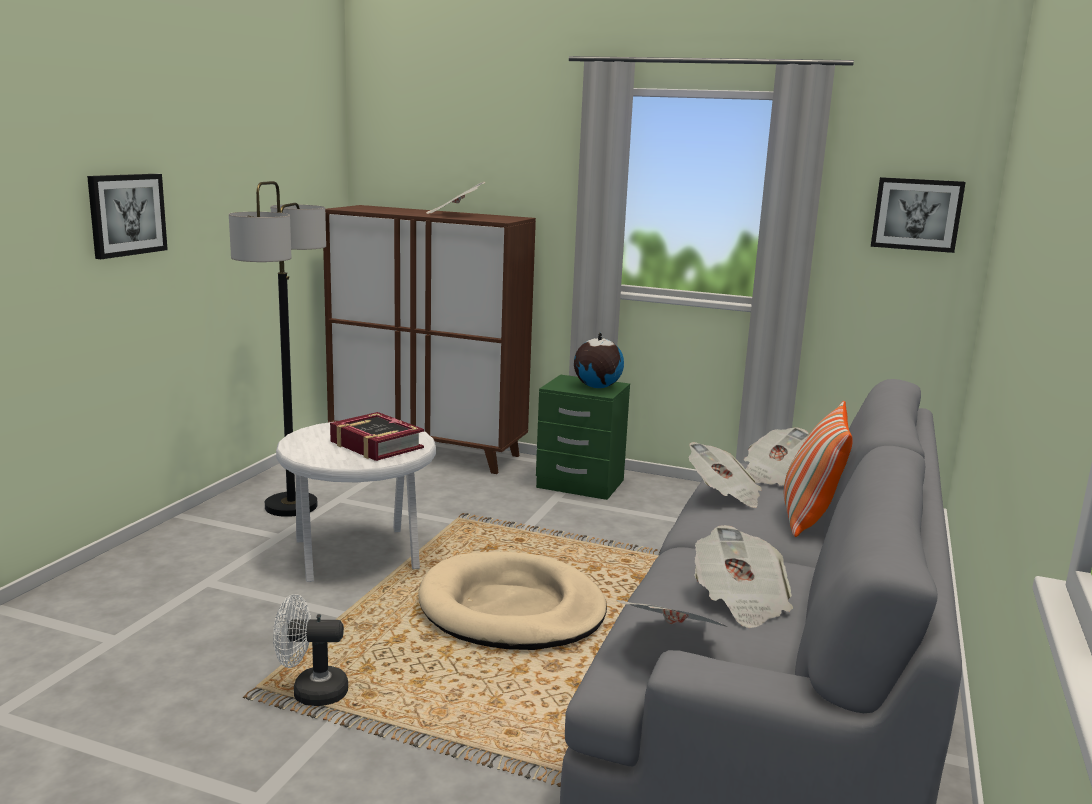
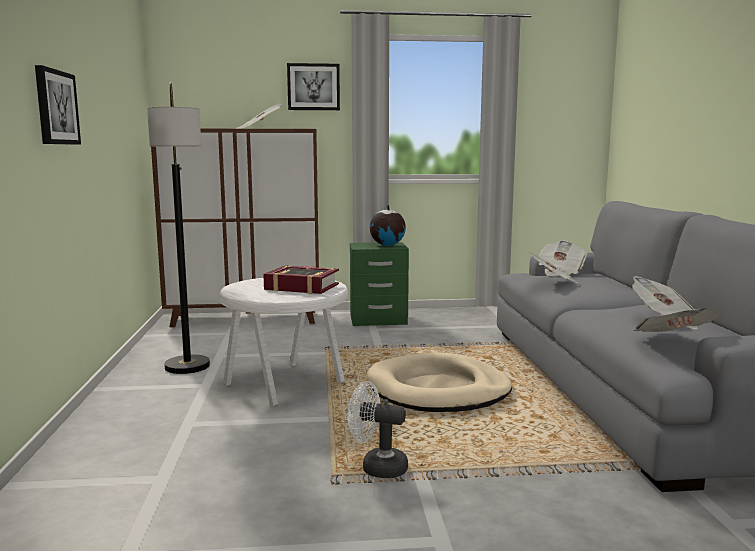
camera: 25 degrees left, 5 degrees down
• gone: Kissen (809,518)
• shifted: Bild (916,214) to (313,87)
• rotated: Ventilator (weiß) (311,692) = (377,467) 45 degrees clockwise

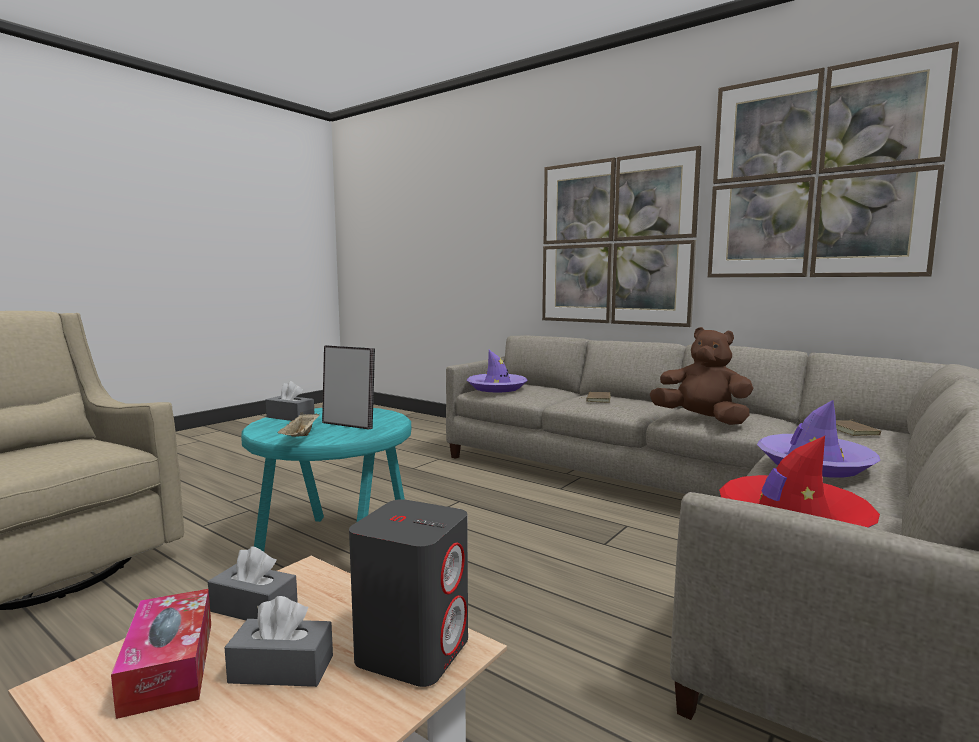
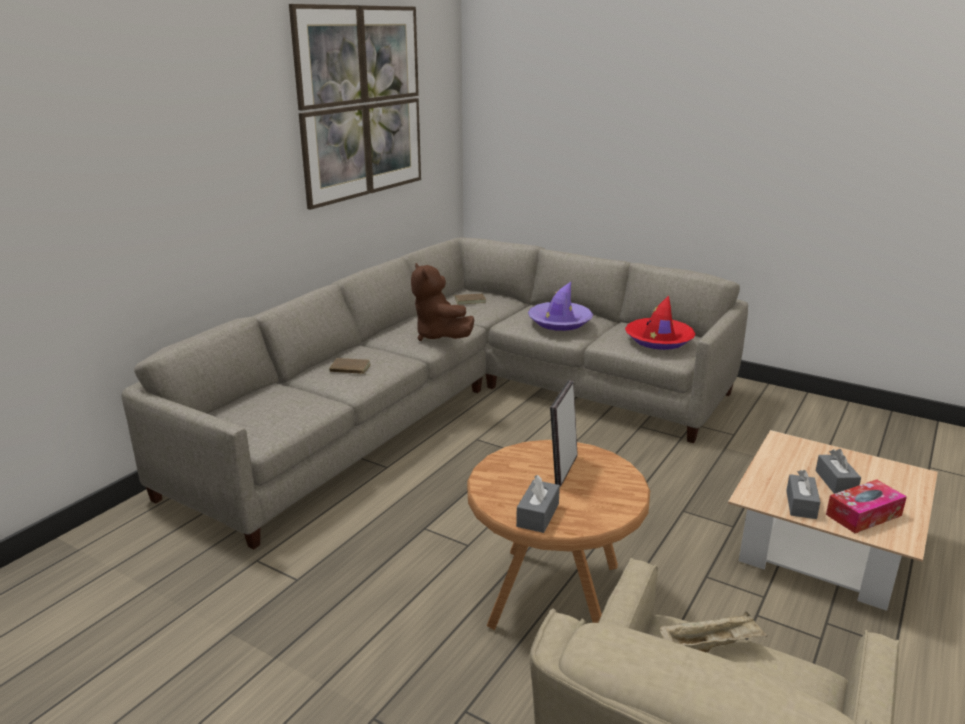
camera: 95 degrees left, 15 degrees up
• gone: Lautsprecher (grau) (413,650)
• gone: Hut (lila) (497,388)
• gone: Bild (614,242)
• shifted: Tablett (beige) (301,437) to (710,645)
• repainted: Beistelltisch (türkis) (334,545) to Beistelltisch (braun) (553,598)
• rotated: Plüschtier (braun) (702,419) = (439,336) 60 degrees counterclockwise

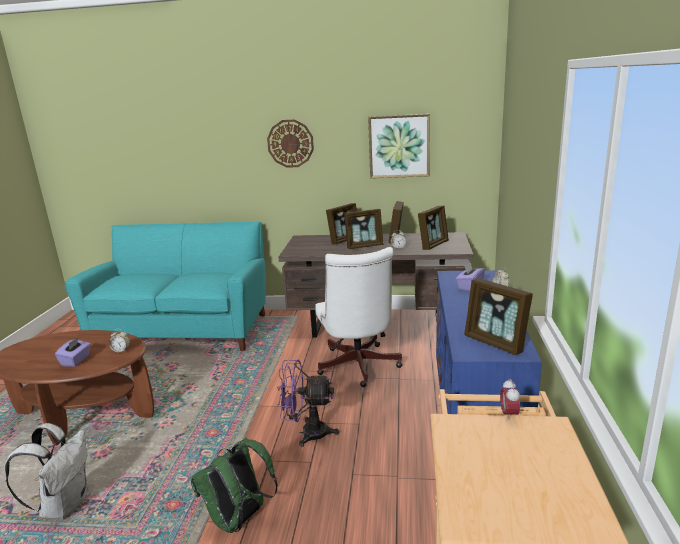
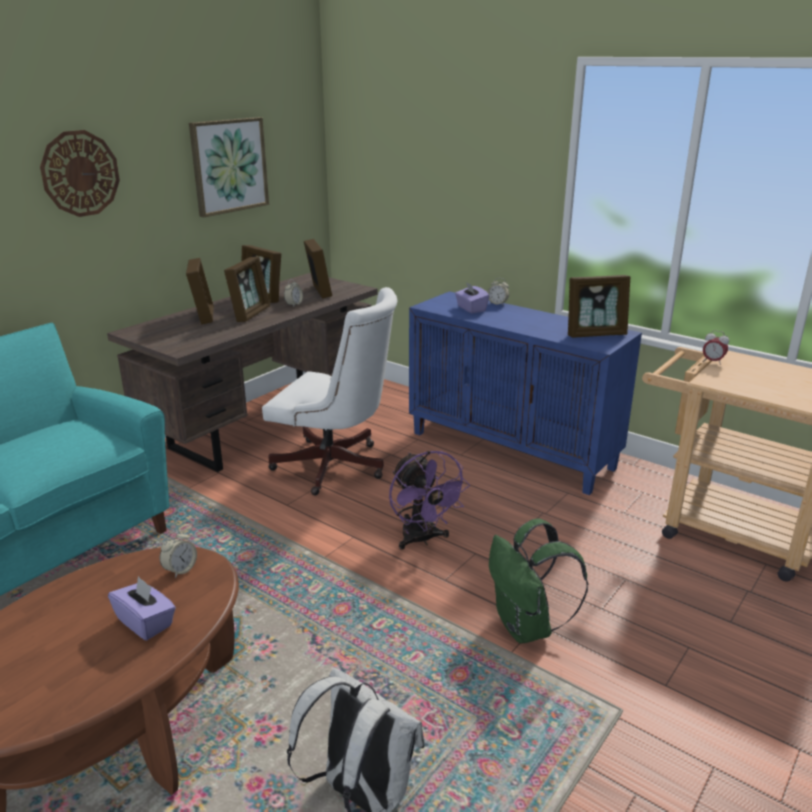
camera: 60 degrees left, 5 degrees up
• rotated: Ventilator (lila) (307,433) = (422,539) 60 degrees counterclockwise

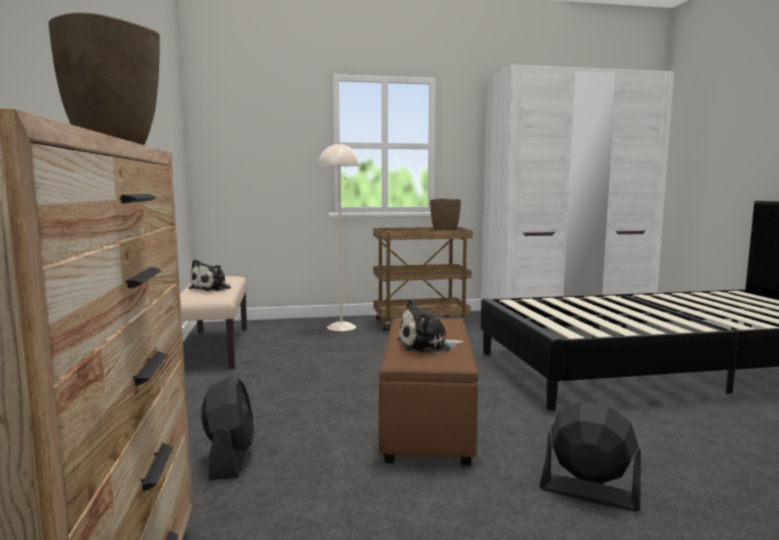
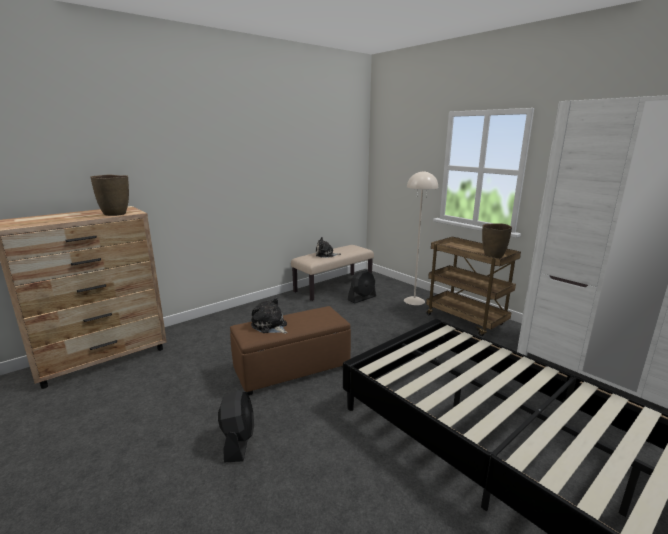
camera: 60 degrees right, 10 degrees up
• shifted: Ventilator (schwarz) (230,458) to (362,298)

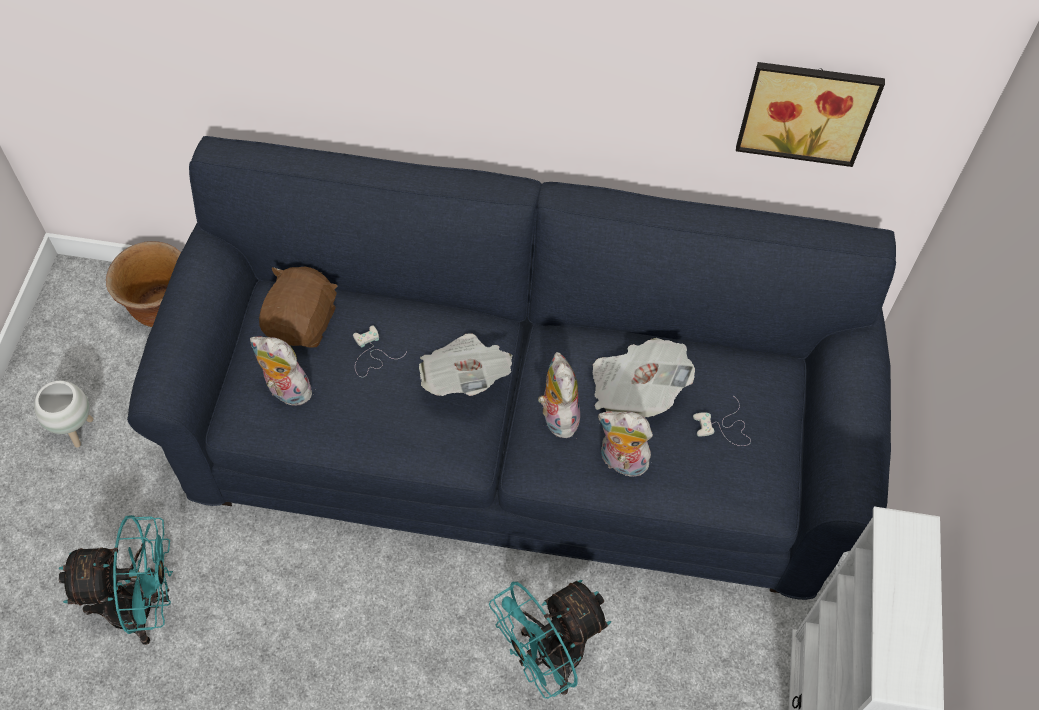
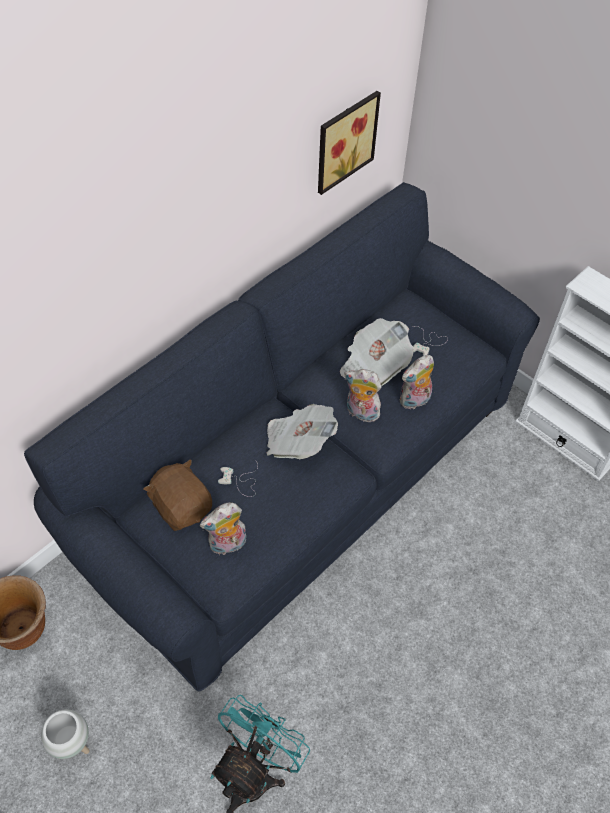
camera: 55 degrees left, 5 degrees down
• gone: Ventilator (türkis) (548,658)

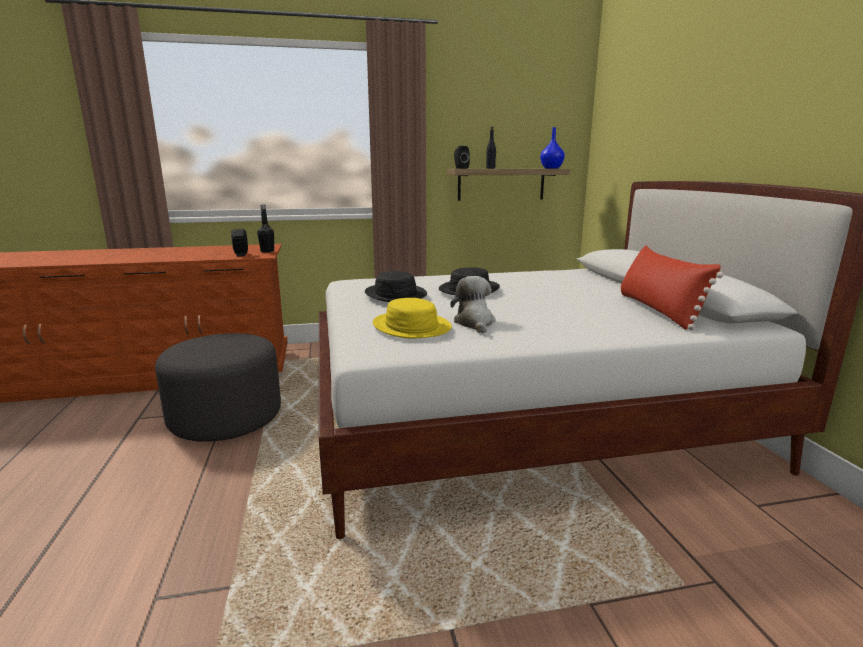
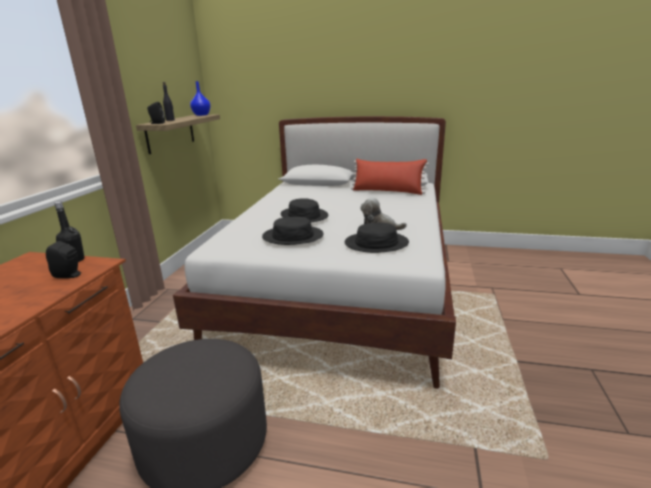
camera: 65 degrees left, 5 degrees up
• repainted: Hut (gelb) (411,326) to Hut (schwarz) (376,243)

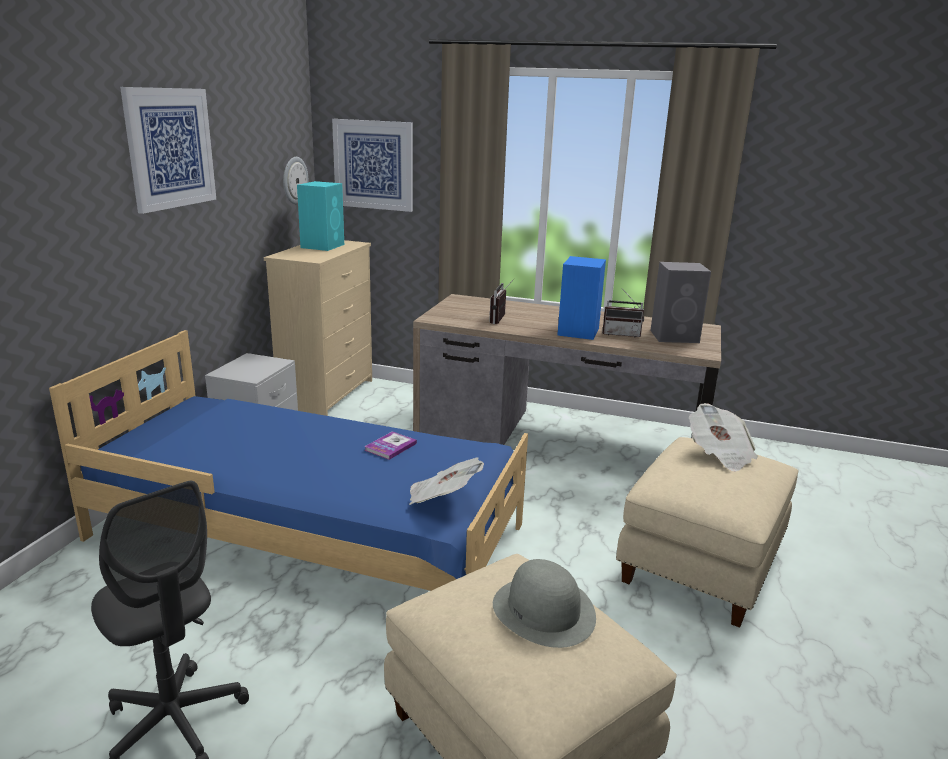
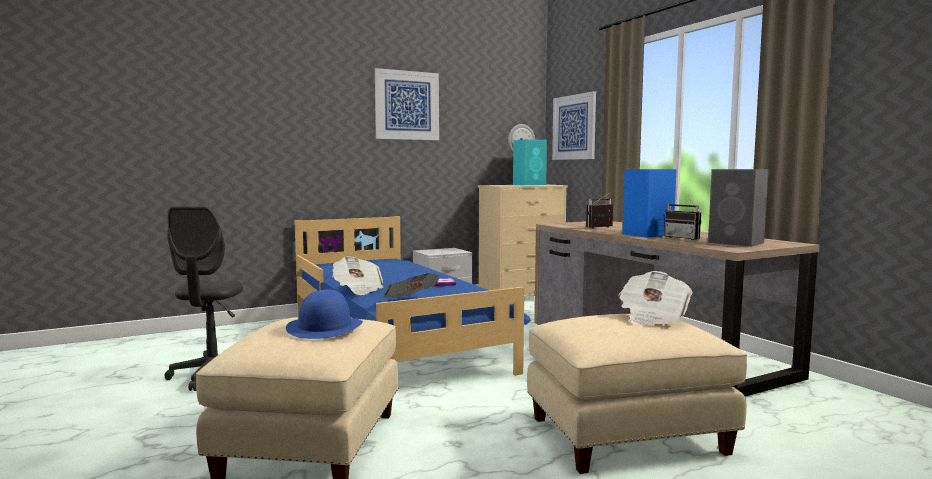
camera: 45 degrees right, 15 degrees down
• new: Zeitung (358,289)
• repainted: Hut (grau) (544,611) to Hut (blau) (325,327)

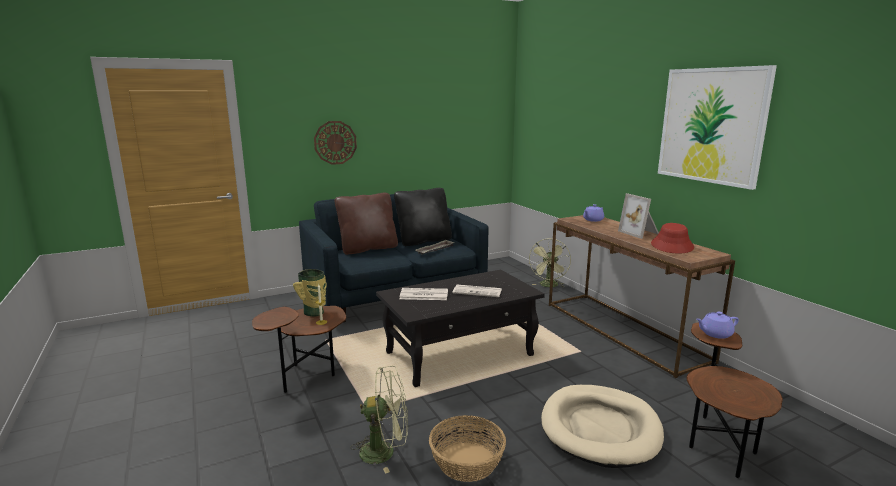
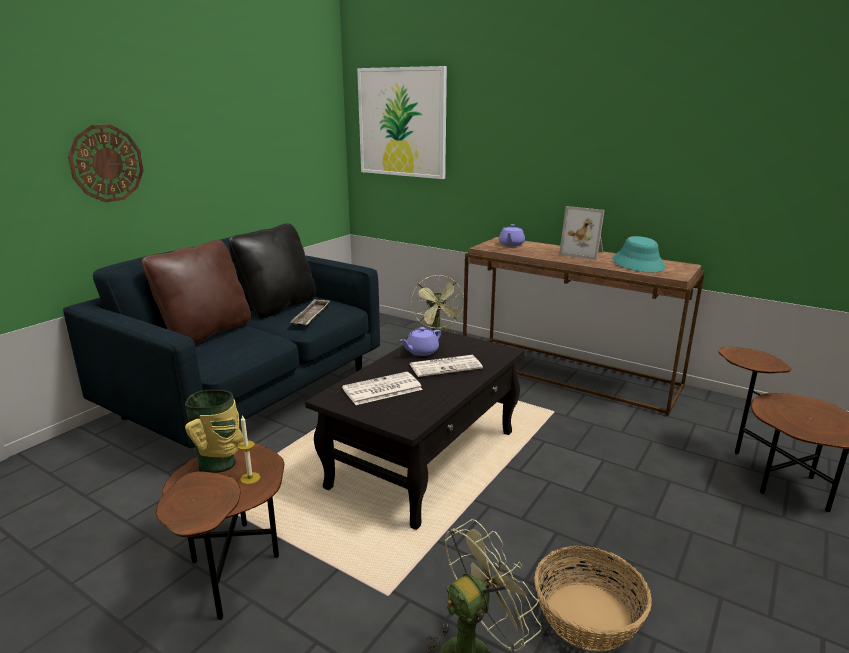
camera: 30 degrees left, 5 degrees up
• gone: Hundebett (beige) (600,428)
• shifted: Bild (711,125) to (402,122)
• shifted: Teekanne (lila) (715,334) to (421,352)
• repainted: Hut (rot) (672,246) to Hut (türkis) (638,264)

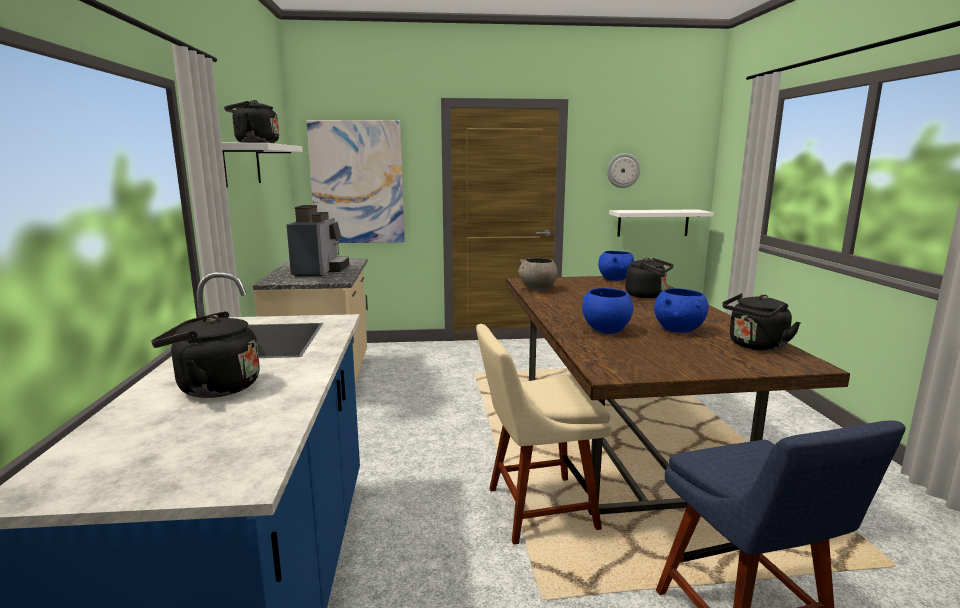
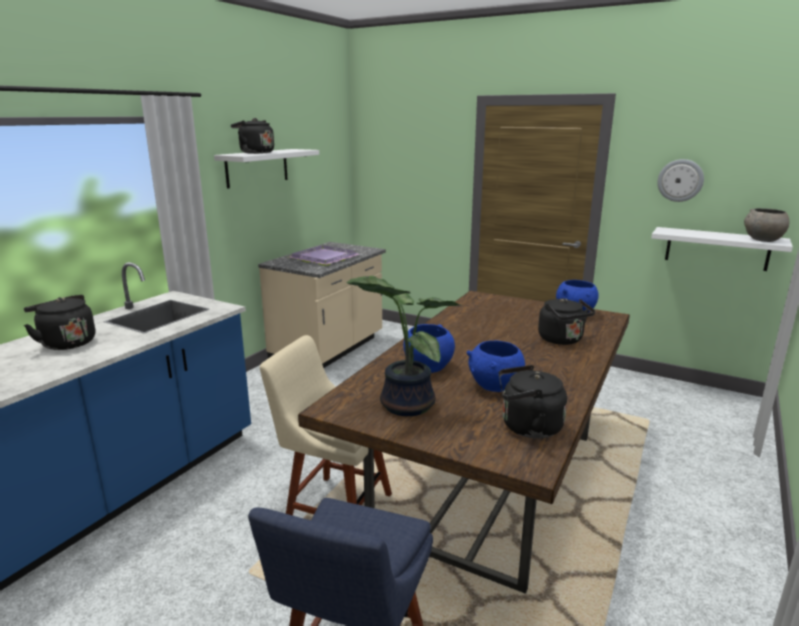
camera: 35 degrees right, 5 degrees up
• gone: Bild (357,183)
• new: Topfpflanze (403,404)
• shifted: Schüssel (grau) (537,289) to (762,240)
• swapped: Kaffeemaschine (320,271) to Tablett (lila) (324,257)

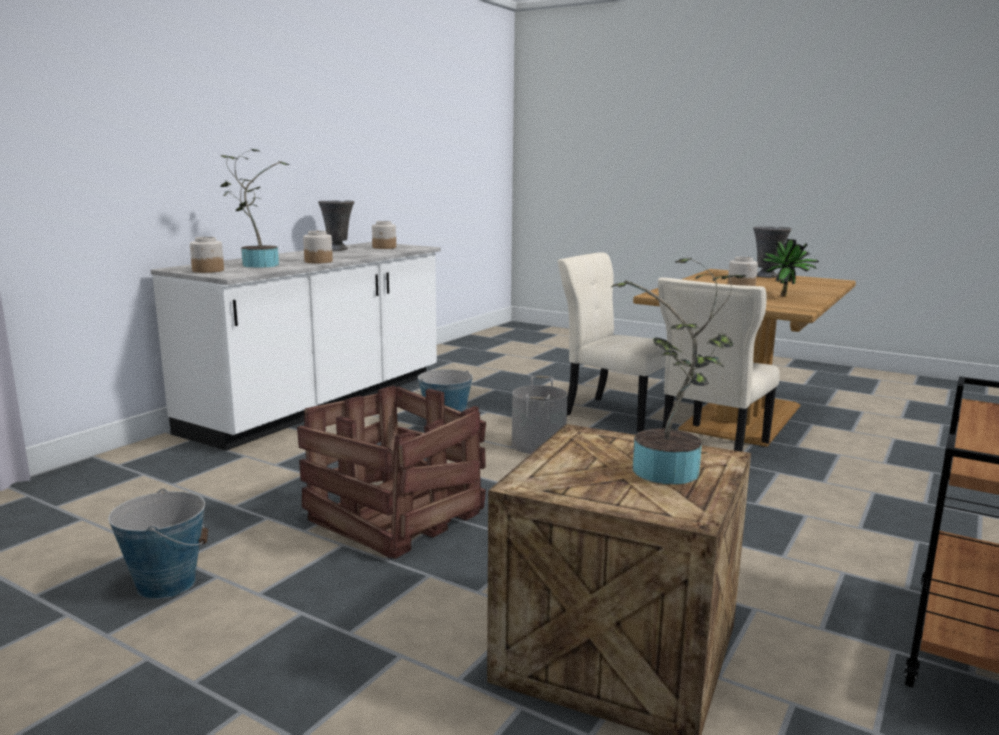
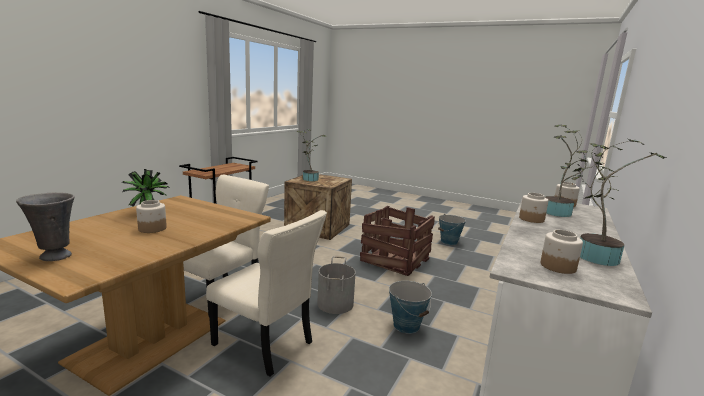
camera: 175 degrees right, 0 degrees up
• swapped: Vase (grau) (338,249) to Topfpflanze (592,256)

